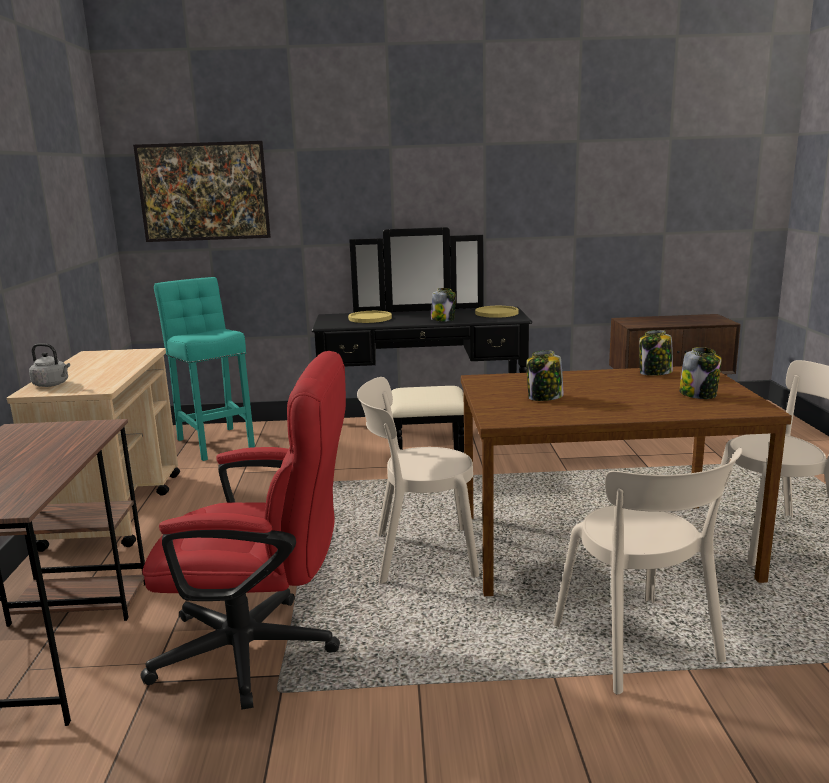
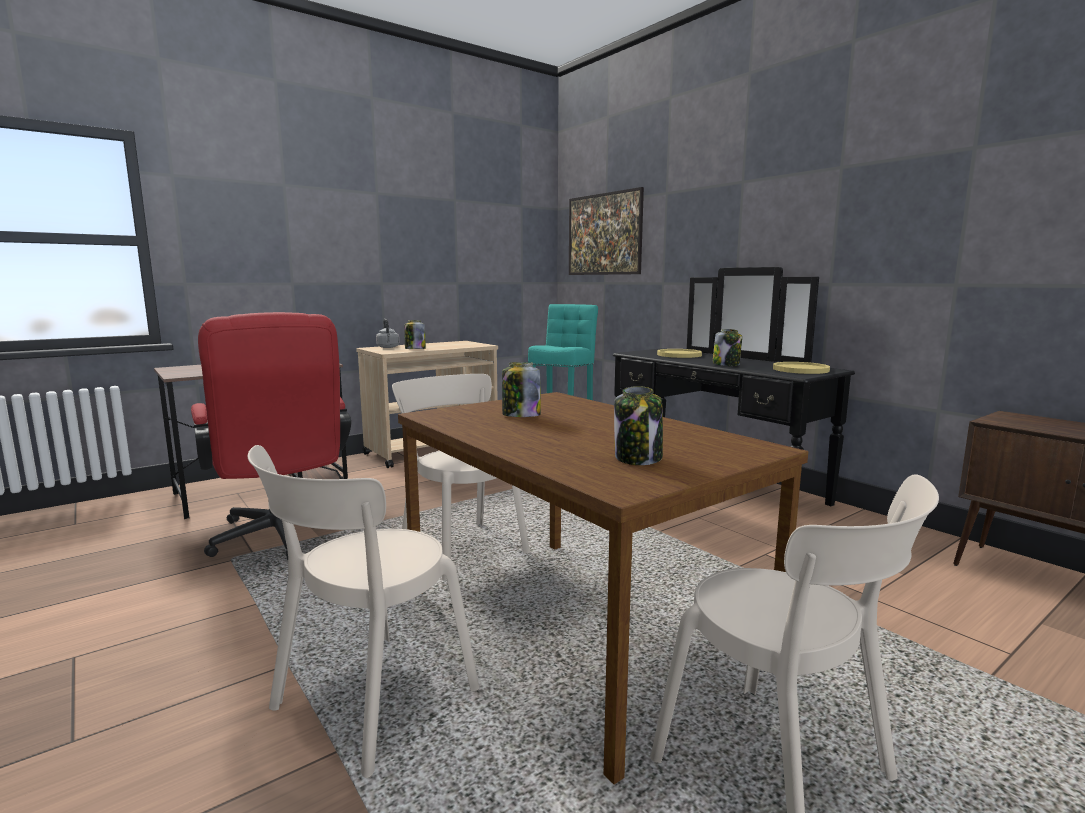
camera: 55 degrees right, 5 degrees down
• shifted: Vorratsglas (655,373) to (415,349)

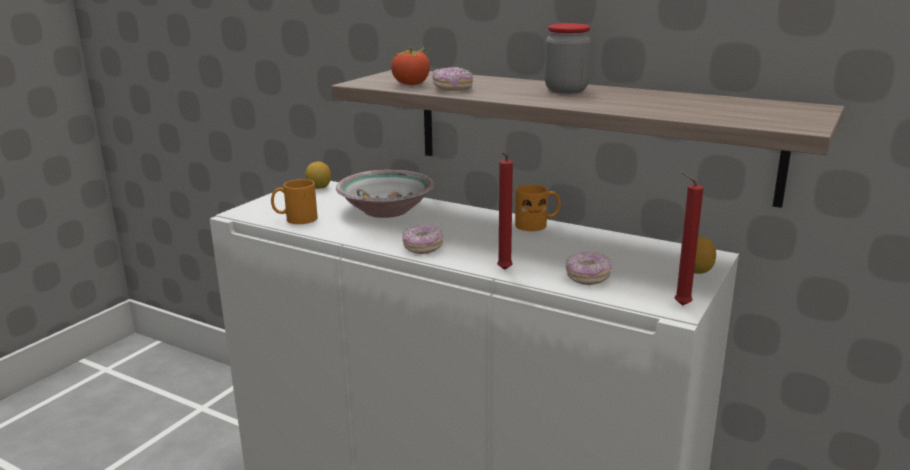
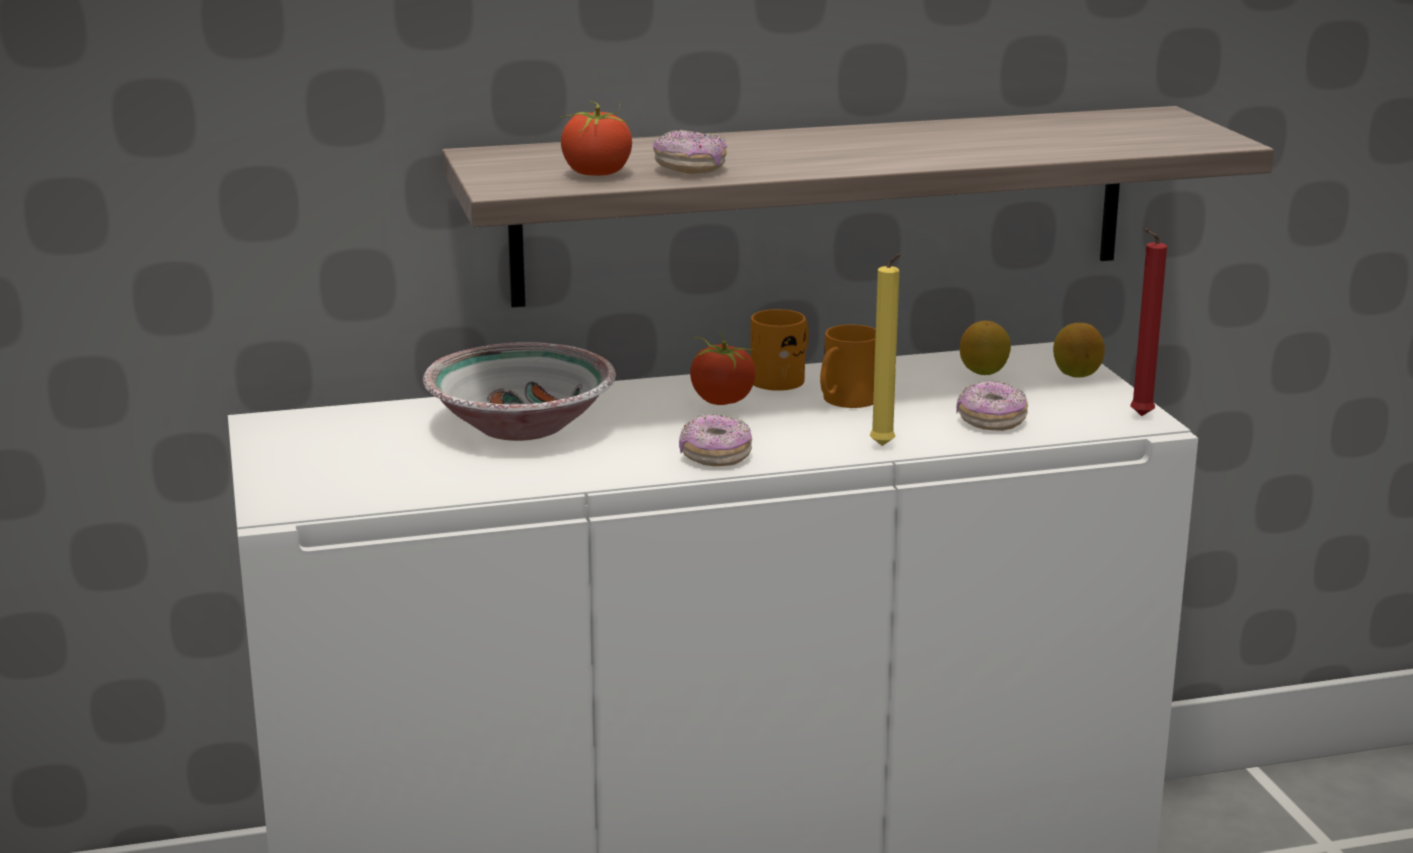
camera: 45 degrees left, 0 degrees up
• gone: Vorratsglas (566,90)
• new: Tomate (722,401)
• shifted: Henkelbecher (orange) (295,219) to (844,402)
• shifted: Zitrone (319,187) to (984,372)
• repainted: Kerze (rot) (503,270) to Kerze (gelb) (884,447)

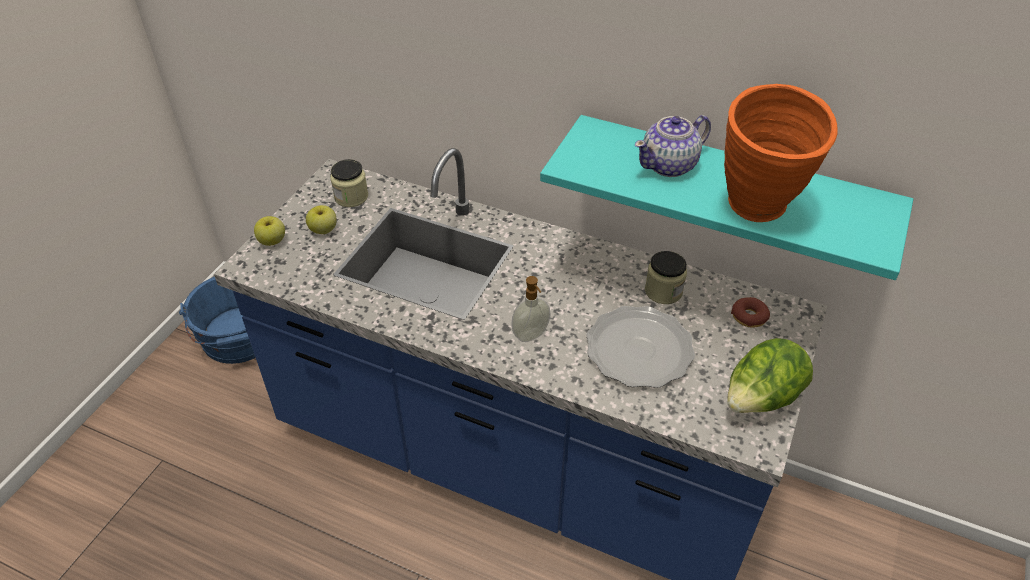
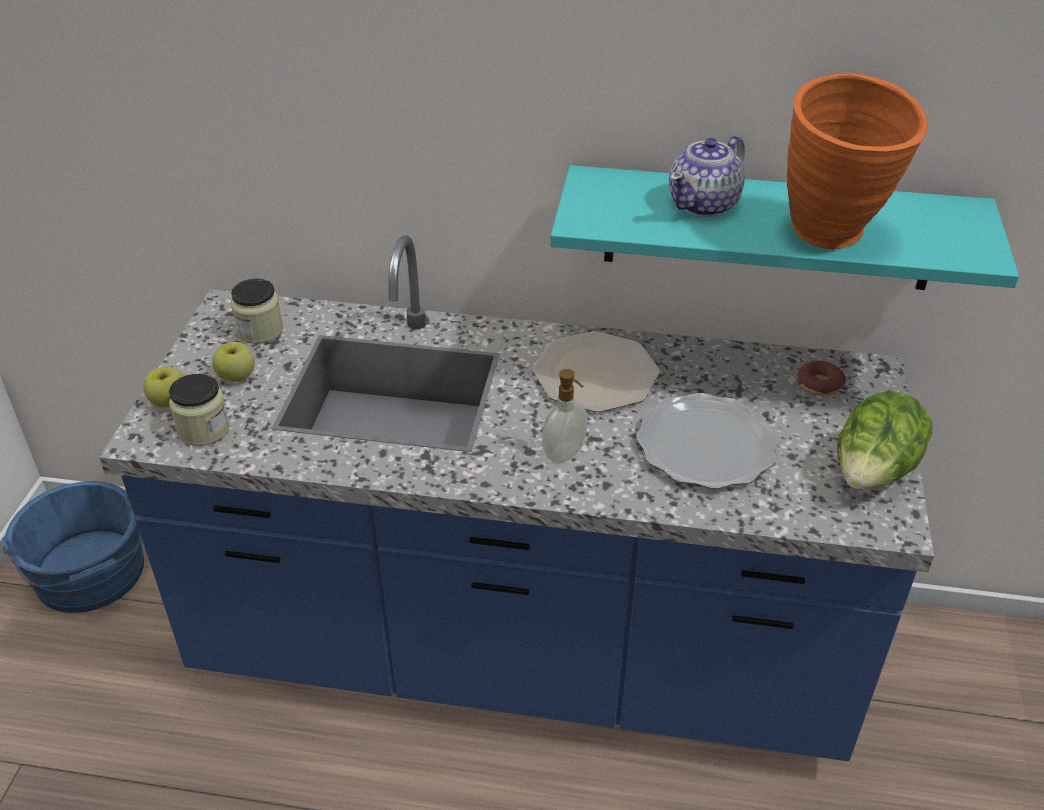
camera: 15 degrees left, 5 degrees down
• new: Teller (594,373)
• shifted: Vorratsglas (663,291) to (204,429)

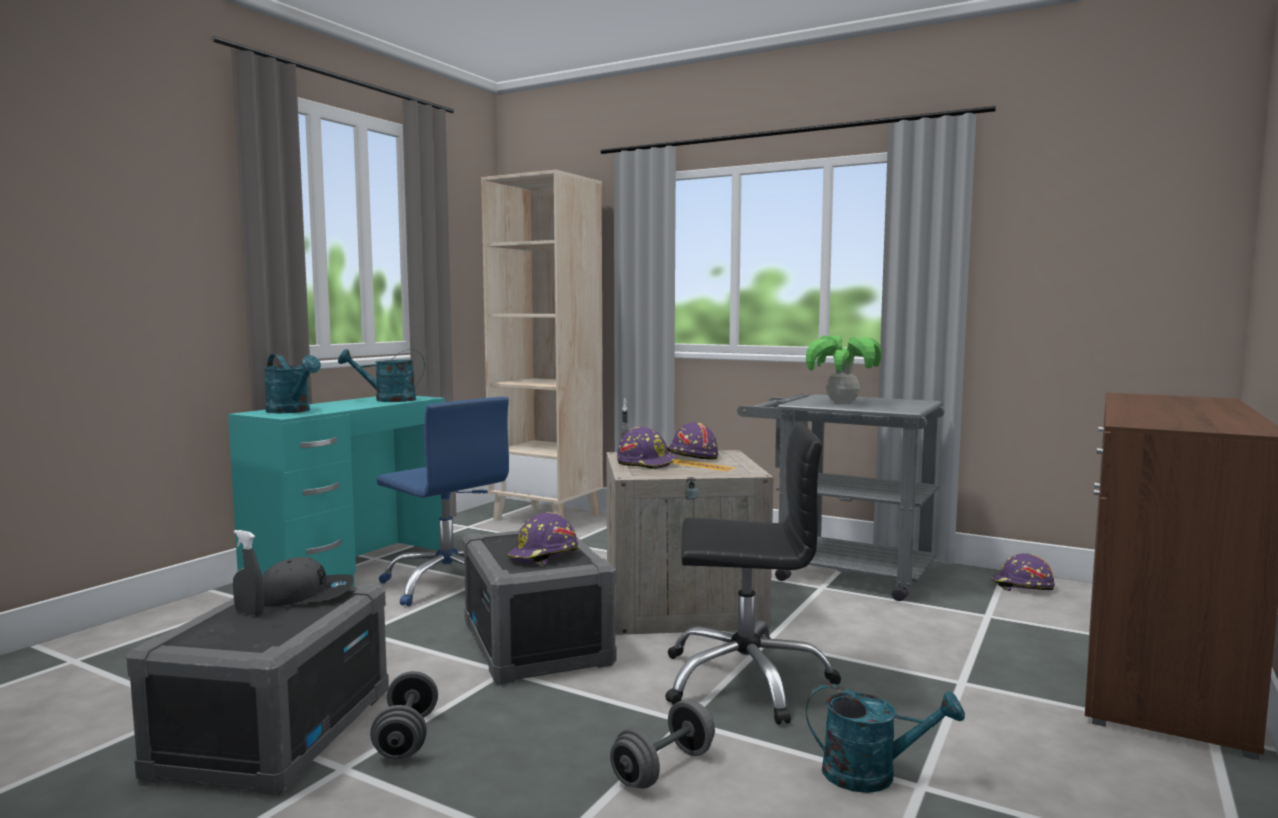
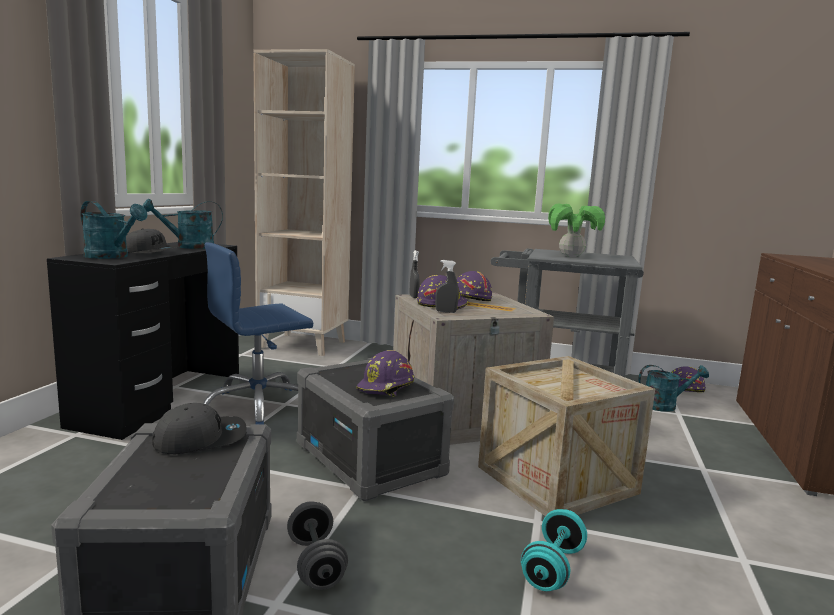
camera: 15 degrees left, 5 degrees up
• new: Kappe (grau) (151,252)
• shifted: Sprühflasche (grau) (249,613) to (446,312)
• shifted: Gießkanne (türkis) (872,774) to (665,405)
• swapped: Bürostuhl (schwarz) (746,680) to Kiste (556,480)
• repainted: Schreibtisch (türkis) (352,570) to Schreibtisch (schwarz) (160,399)
• repainted: Hantel (grau) (663,768) to Hantel (türkis) (552,568)
• rotated: Bürostuhl (blau) (448,583) = (258,407) 120 degrees clockwise

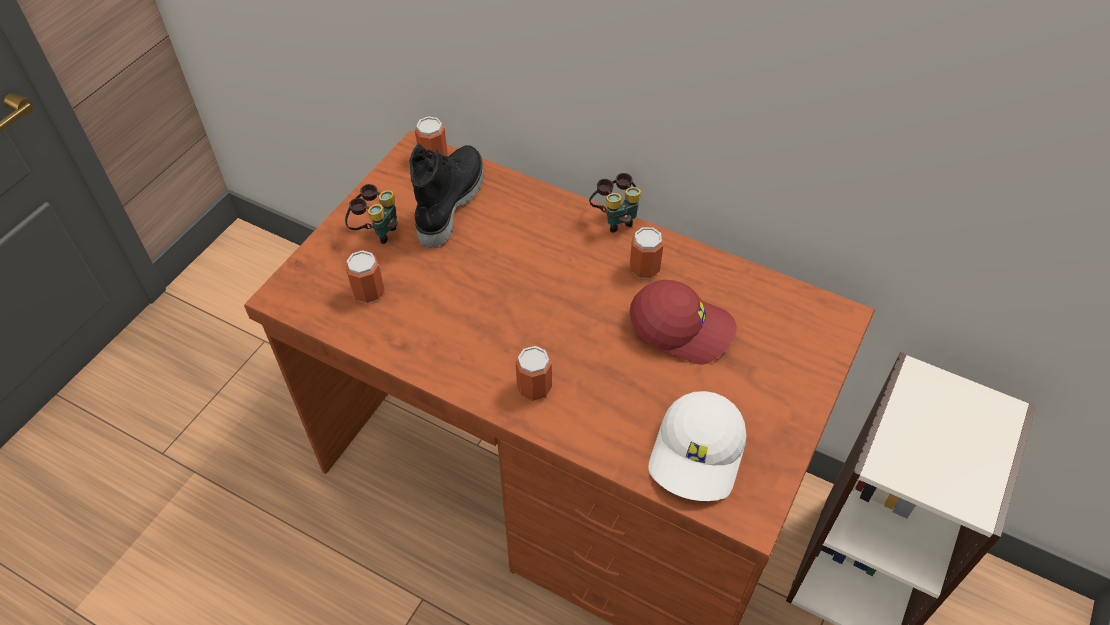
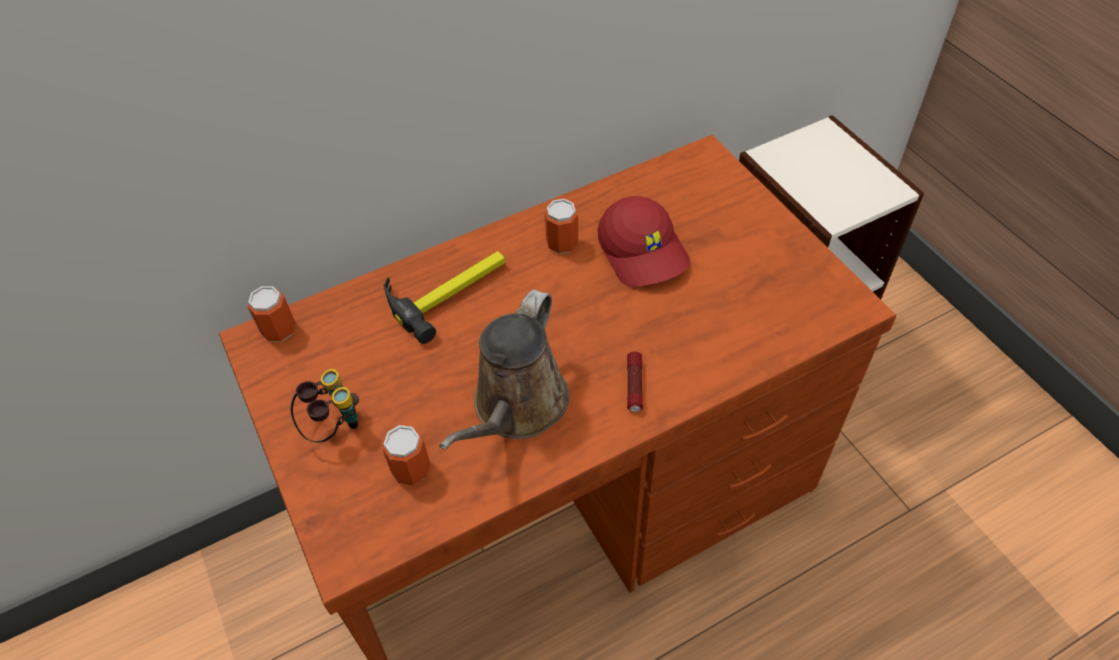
camera: 55 degrees left, 0 degrees up
• gone: Stiefel (schwarz) (449,203)
• gone: Fernglas (615,218)
• gone: Kappe (weiß) (698,455)
• new: Hammer (449,290)
• new: Gießkanne (braun) (516,408)
• swapped: Dose (534,388) to Taschenlampe (634,386)
• rotated: Kappe (rot) (682,327) = (644,251) 105 degrees clockwise

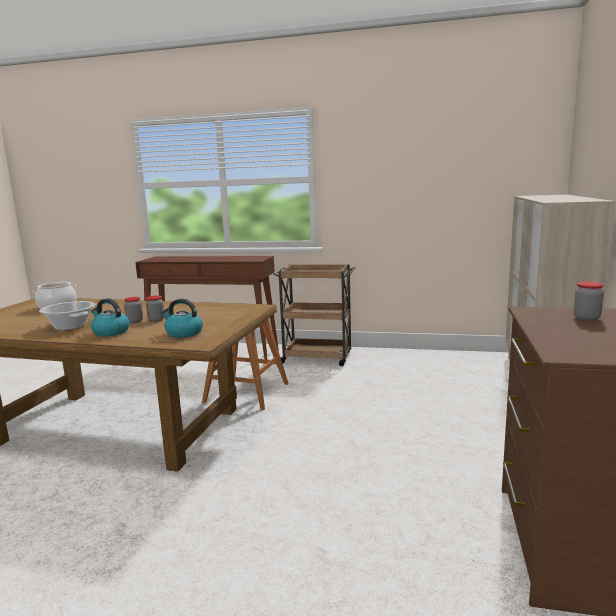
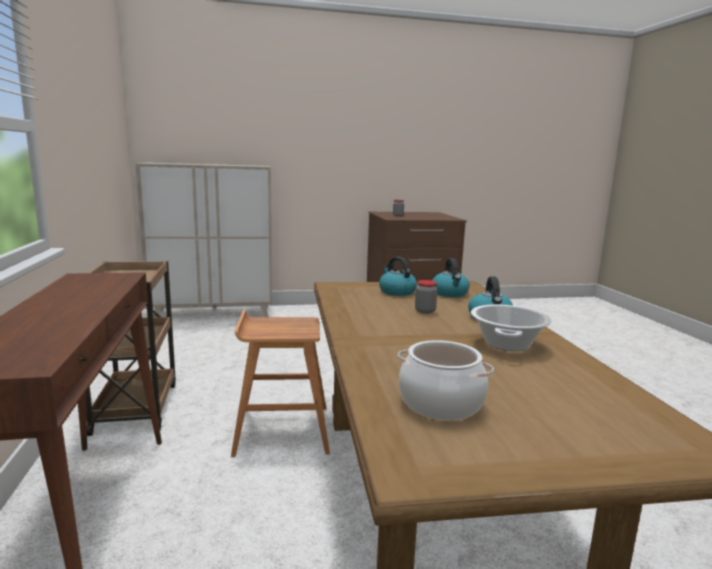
camera: 115 degrees left, 0 degrees up
• gone: Vorratsglas (134,321)
• new: Wasserkessel (396,292)

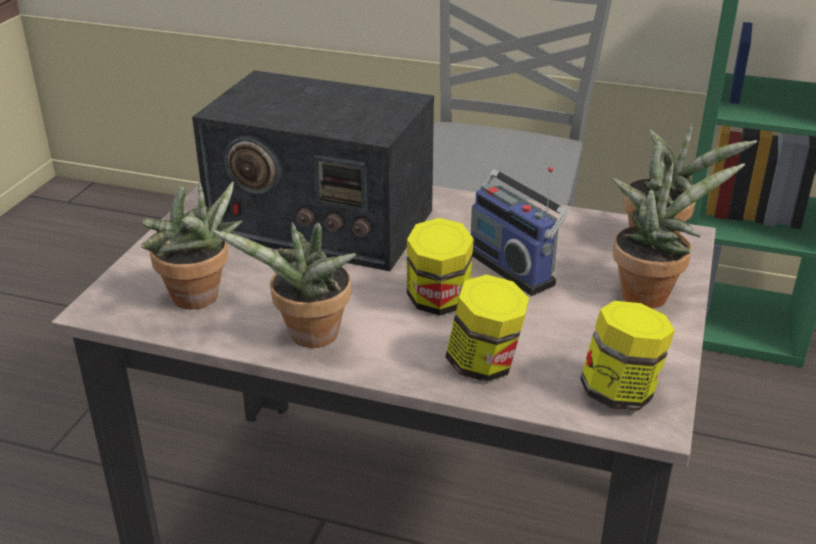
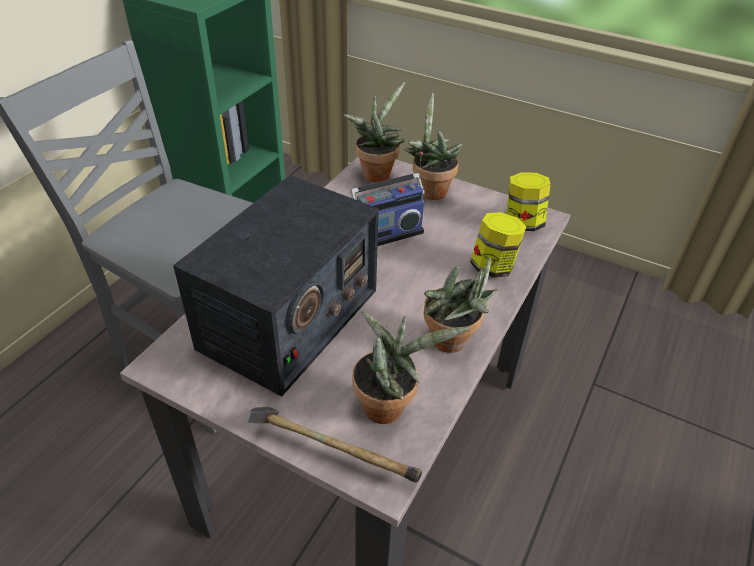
camera: 80 degrees left, 10 degrees up
• gone: Vorratsglas (438,302)
• new: Hammer (329,453)

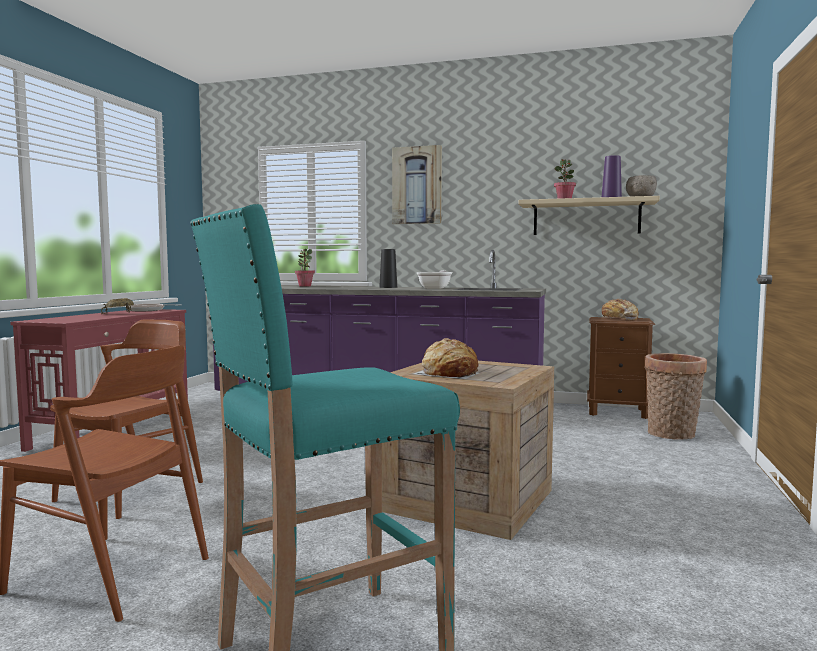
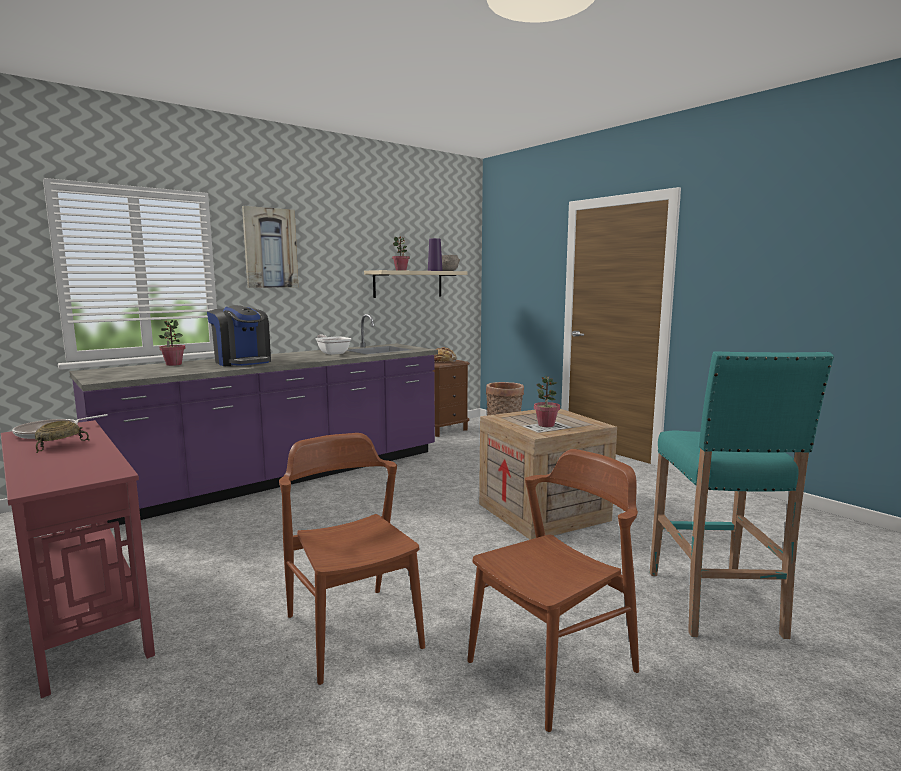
camera: 55 degrees left, 5 degrees up
• gone: Vase (schwarz) (388,287)
• new: Kaffeemaschine (242,362)
• swapped: Brot (449,372) to Topfpflanze (546,425)

